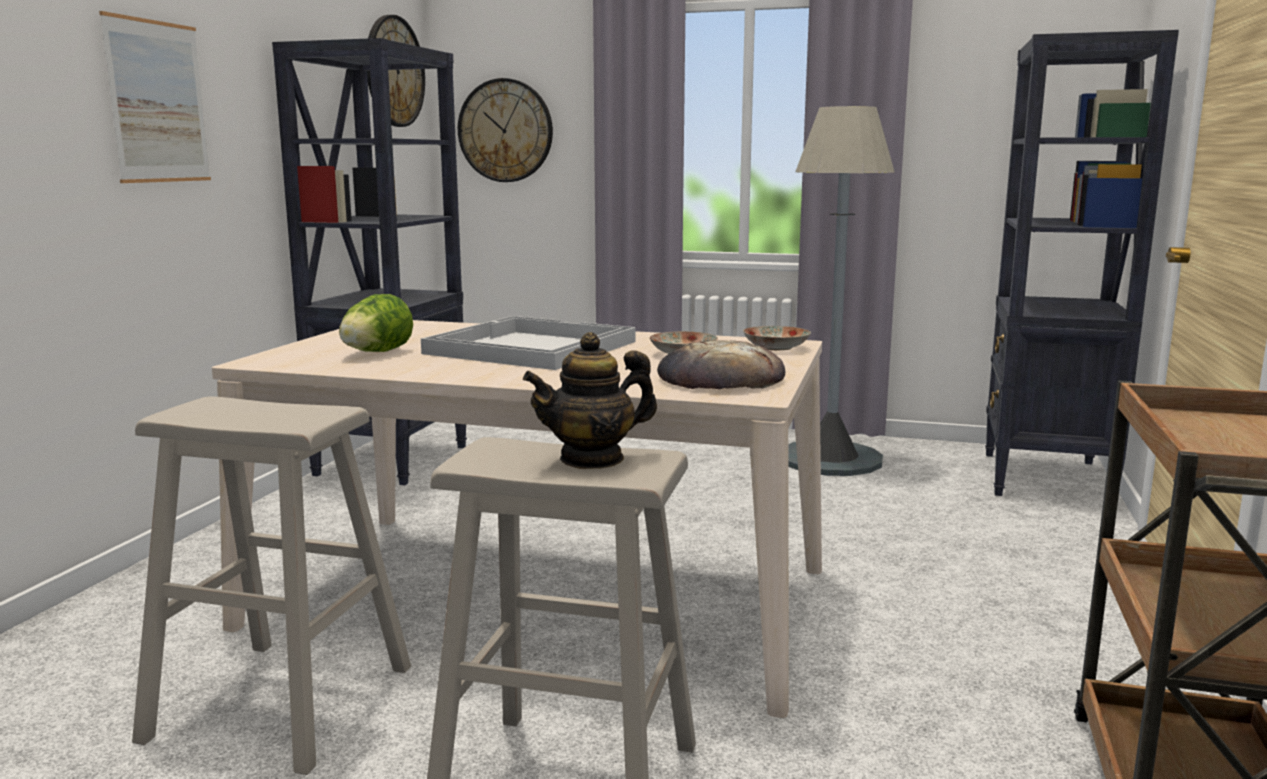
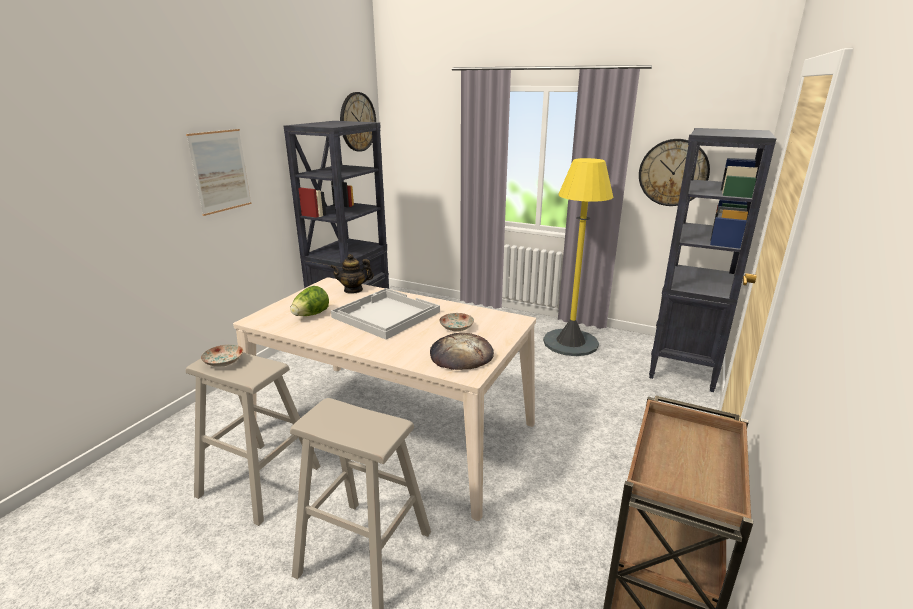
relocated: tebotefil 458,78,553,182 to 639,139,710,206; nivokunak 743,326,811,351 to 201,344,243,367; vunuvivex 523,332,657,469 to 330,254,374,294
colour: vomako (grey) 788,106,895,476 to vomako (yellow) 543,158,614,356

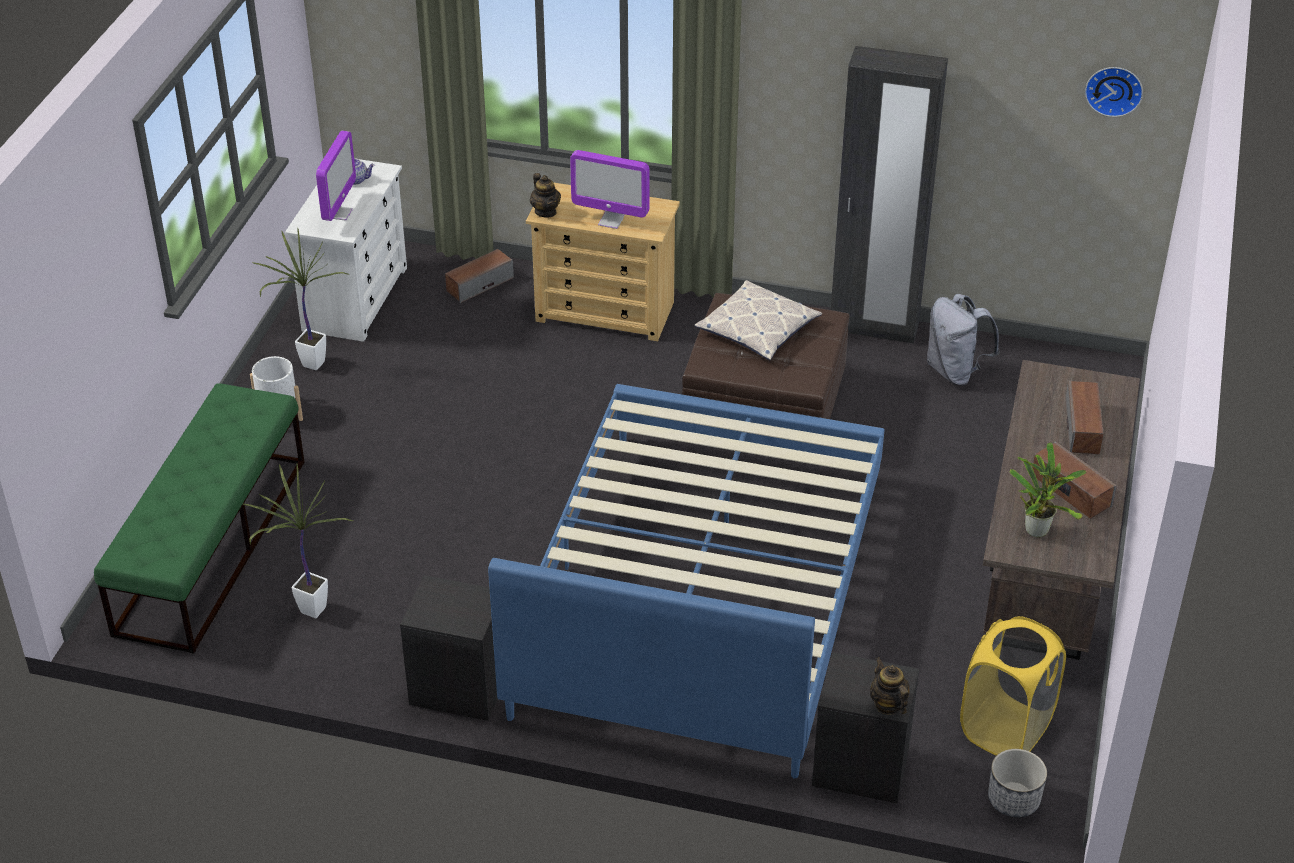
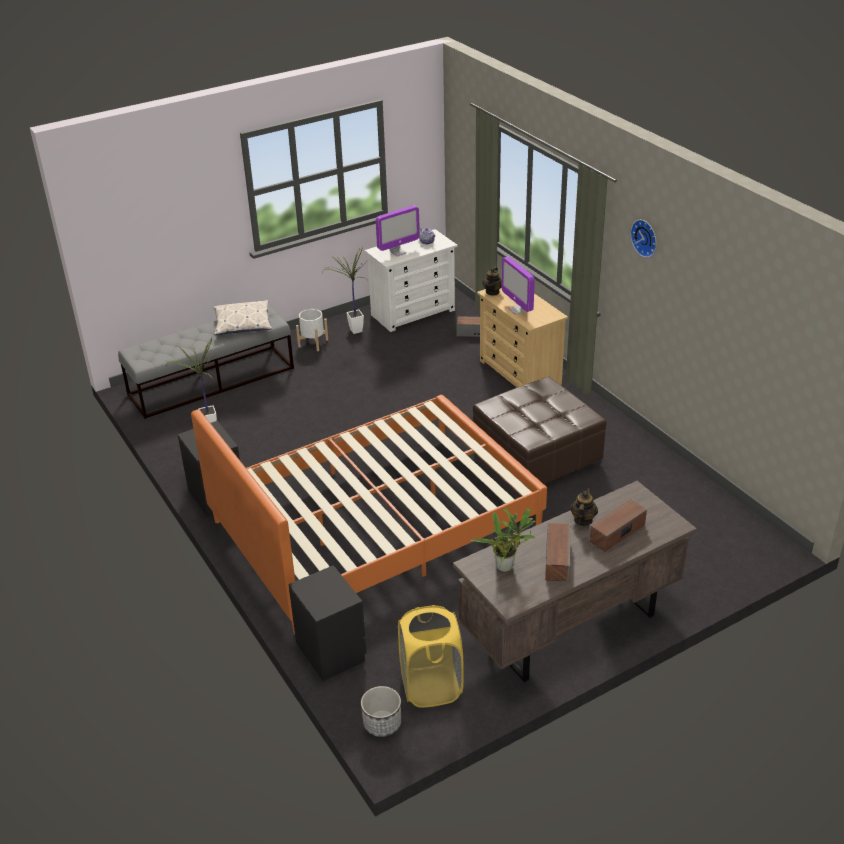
missing: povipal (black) 831,46,948,344; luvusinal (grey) 927,294,1000,386
relocated: tebotefil 1085,67,1143,117 to 630,220,656,257; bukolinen 695,280,822,360 to 213,300,272,335; vunuvivex 870,657,910,715 to 570,488,598,526
colour: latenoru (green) 94,383,305,654 to latenoru (grey) 118,305,294,419; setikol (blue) 488,384,884,778 to setikol (orange) 191,395,547,634

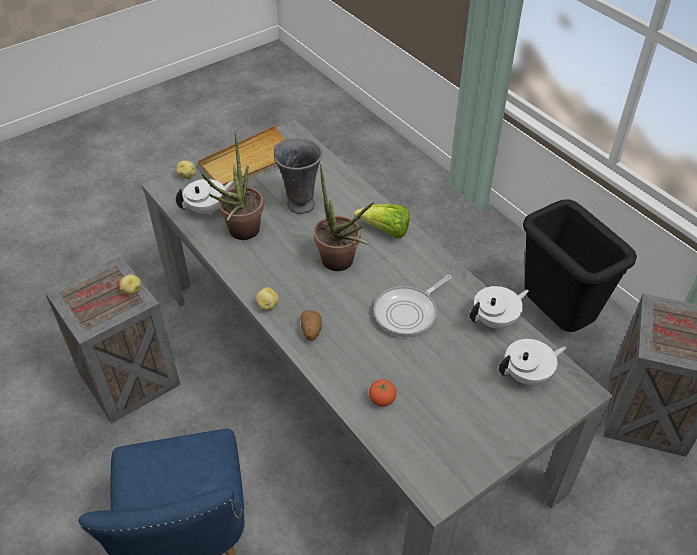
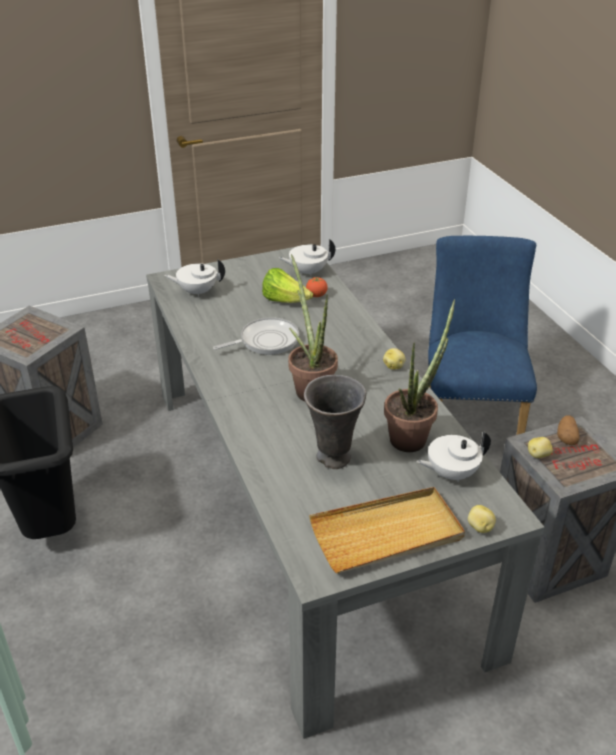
relocated: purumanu 354,204,410,238 to 262,268,313,303; vunuvivex (white) 470,286,529,329 to 279,239,335,277; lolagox 301,310,322,341 to 557,415,579,445

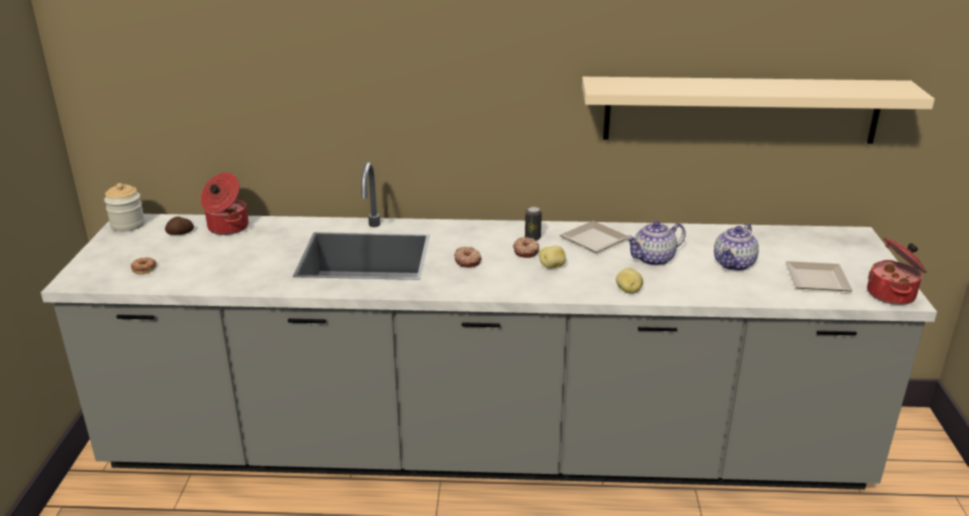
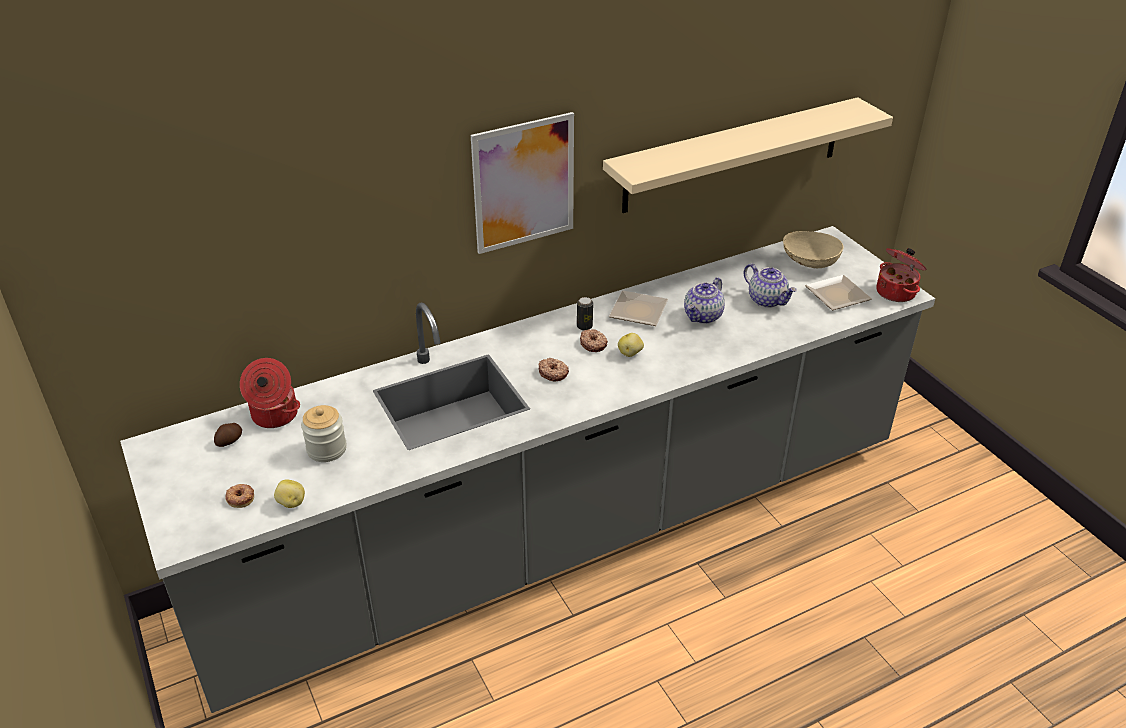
appeared: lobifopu 471,112,574,254; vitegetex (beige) 783,231,843,268
relocated: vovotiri 104,183,145,232 to 301,405,347,462; lolagox 616,268,643,294 to 274,479,305,508
spun: vunuvivex 714,223,759,271 = 744,264,797,308 45 degrees counterclockwise

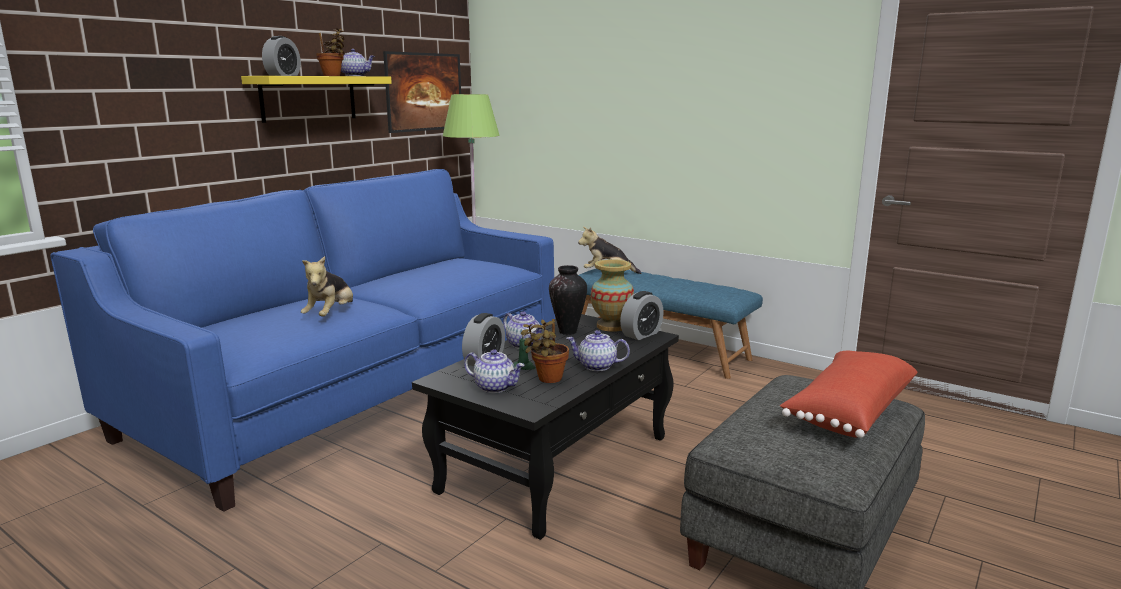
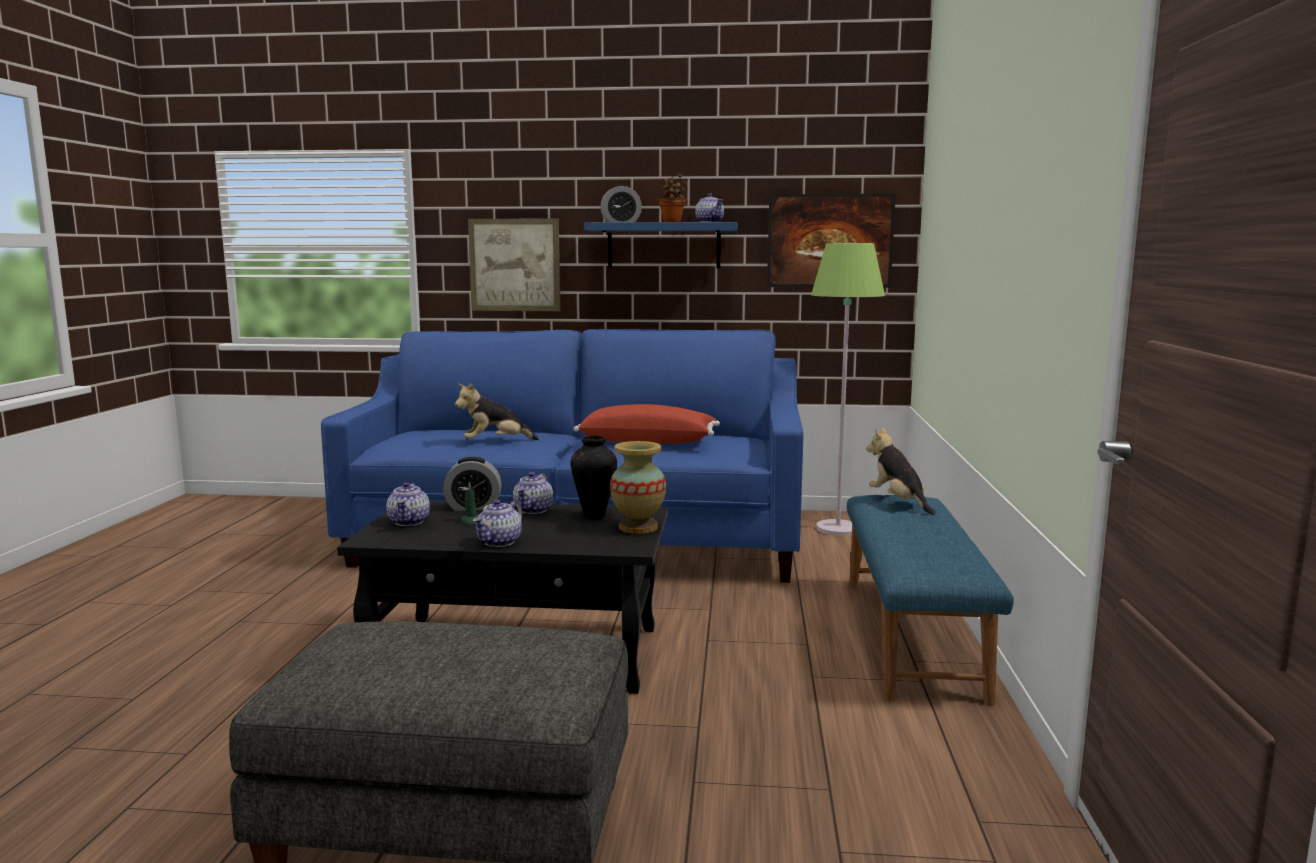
missing: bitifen 620,291,664,340; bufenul 521,319,569,383
appeared: lobifopu 468,219,561,311
relocated: bukolinen (red) 780,351,918,438 to 574,404,720,444
colour: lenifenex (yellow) 241,76,392,123 to lenifenex (blue) 584,222,737,268
spun: vunuvivex 566,330,630,371 = 473,499,522,547 135 degrees counterclockwise

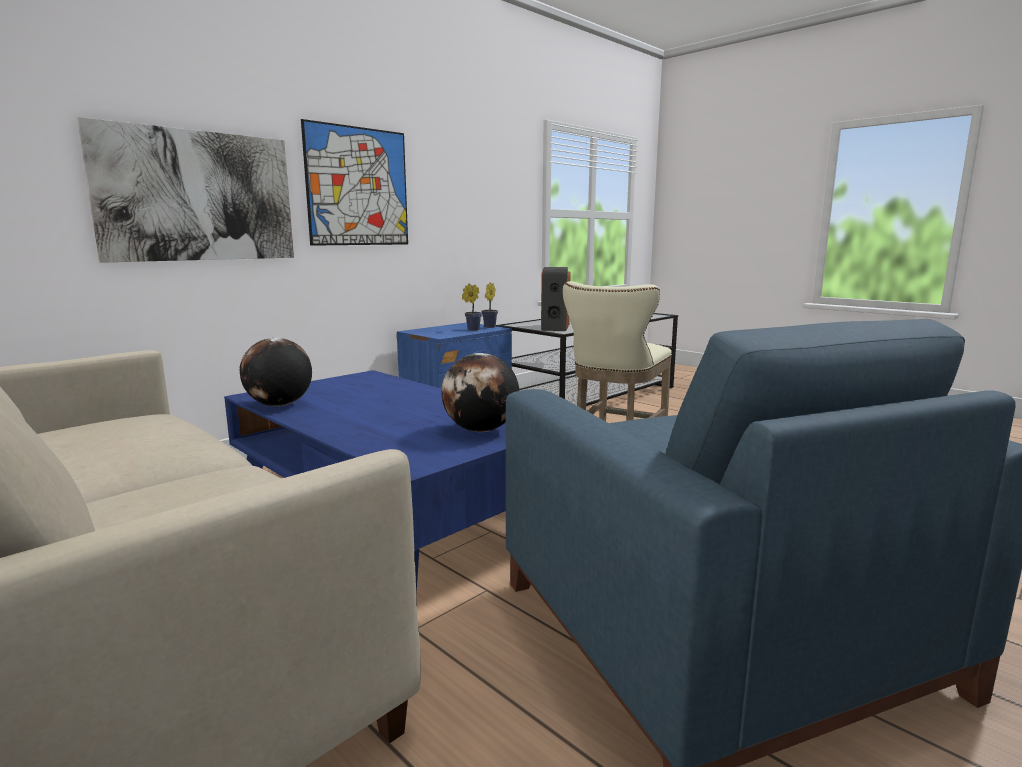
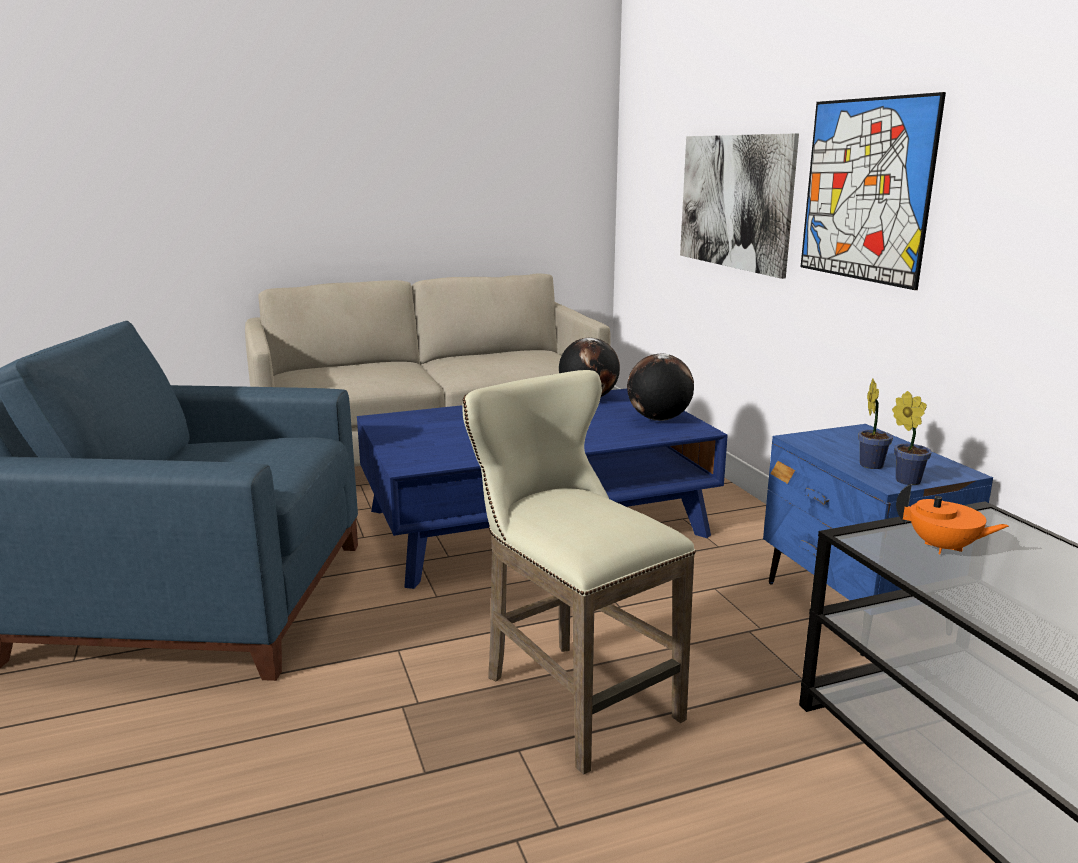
relocated: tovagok 441,353,519,432 to 627,354,694,421
exchanged: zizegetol 541,267,571,331 to vunuvivex (orange) 896,484,1009,554

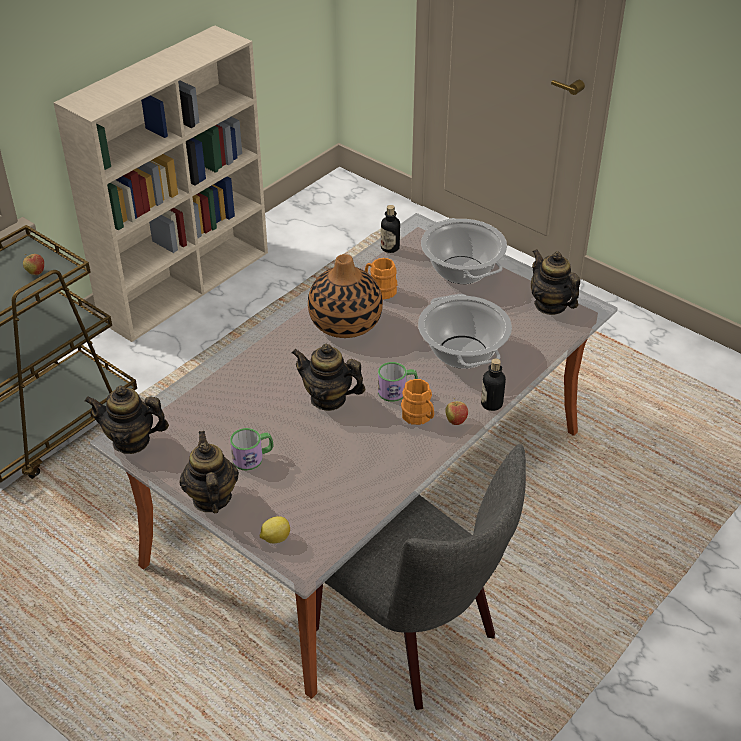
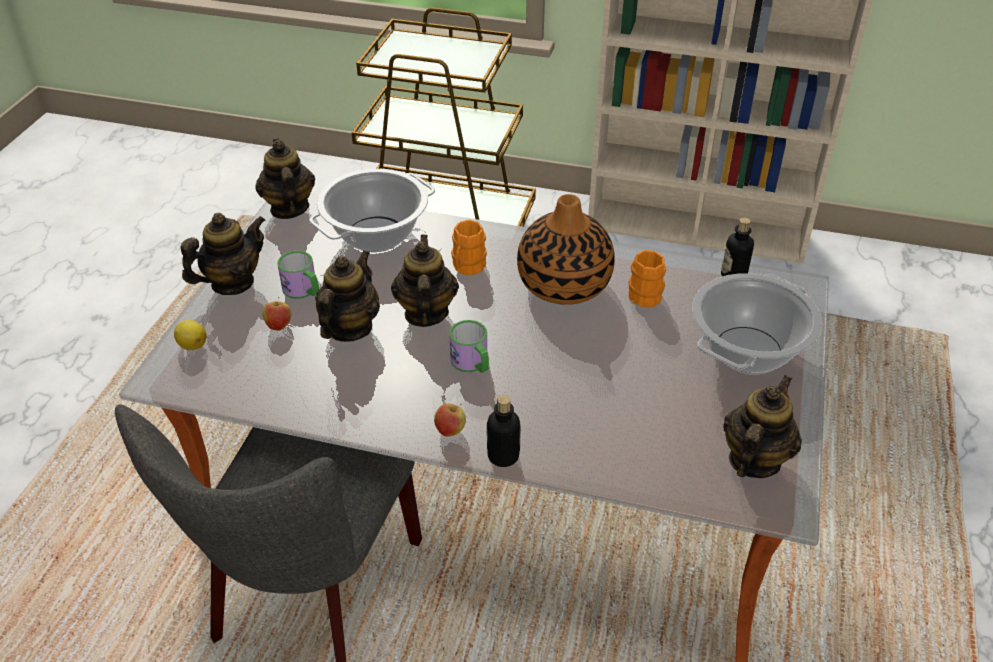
appeared: vunuvivex 315,250,380,342
relocated: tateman 23,254,44,275 to 263,297,291,331; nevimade 418,294,512,369 to 309,169,435,252; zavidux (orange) 401,379,434,425 to 451,220,487,276

